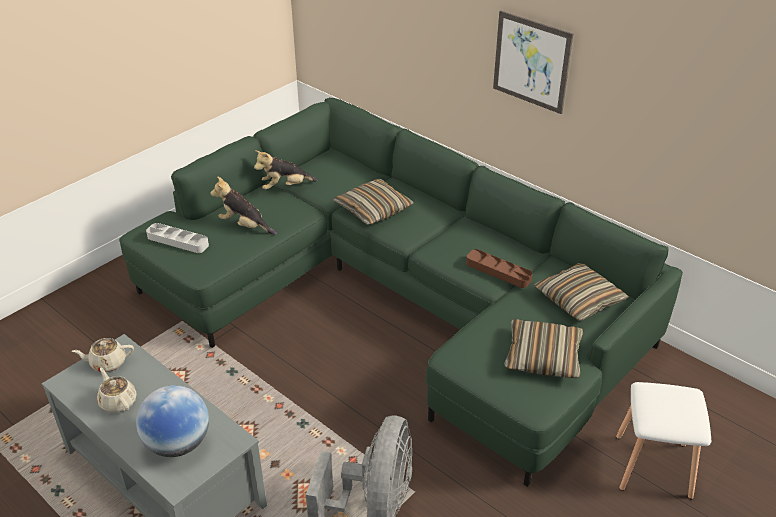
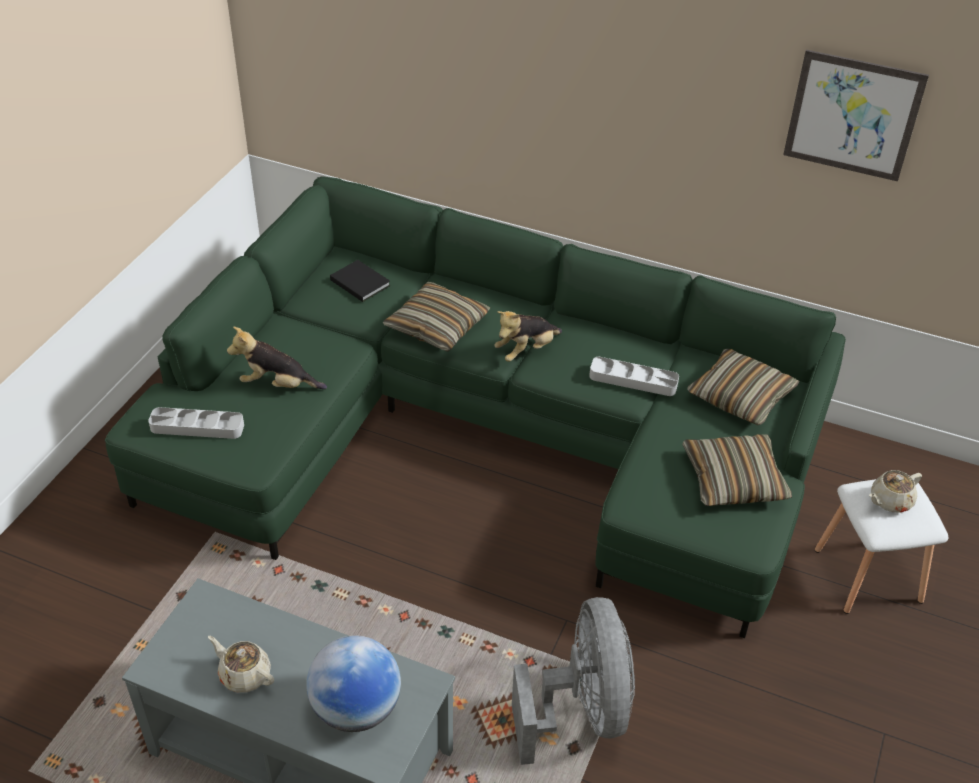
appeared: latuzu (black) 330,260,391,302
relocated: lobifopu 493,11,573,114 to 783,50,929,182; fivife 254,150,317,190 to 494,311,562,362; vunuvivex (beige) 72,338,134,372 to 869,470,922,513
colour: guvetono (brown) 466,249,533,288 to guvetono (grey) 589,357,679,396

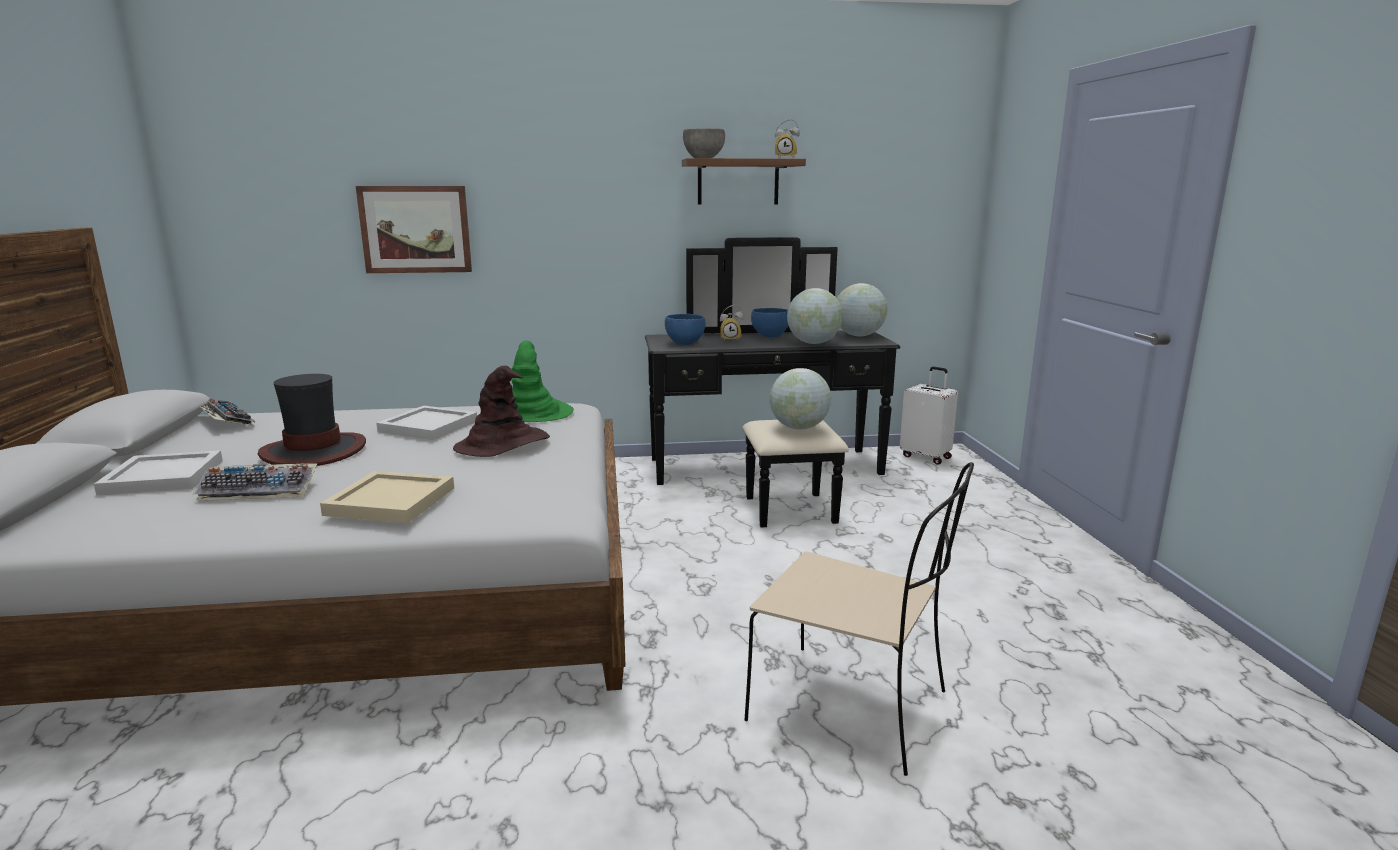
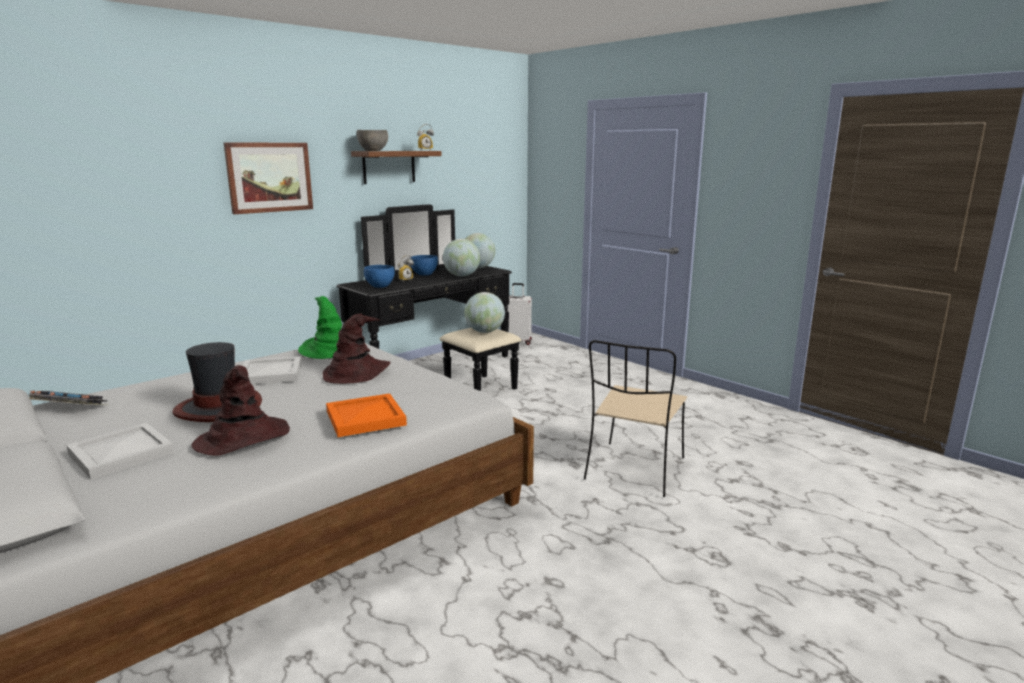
relocated: lobifopu 356,186,472,273 to 223,142,313,214
exchanged: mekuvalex 193,463,317,501 to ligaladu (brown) 191,365,290,456
colour: guvetono (beige) 320,471,454,523 to guvetono (orange) 326,393,407,437
spun: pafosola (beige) 745,462,974,776 = 584,340,687,497 120 degrees clockwise

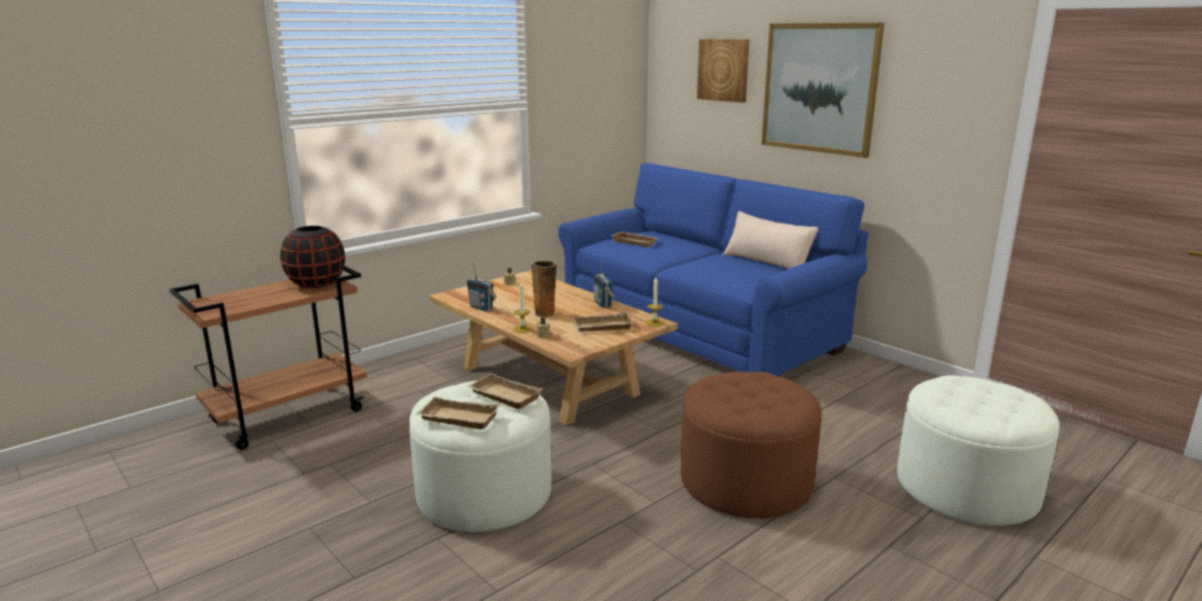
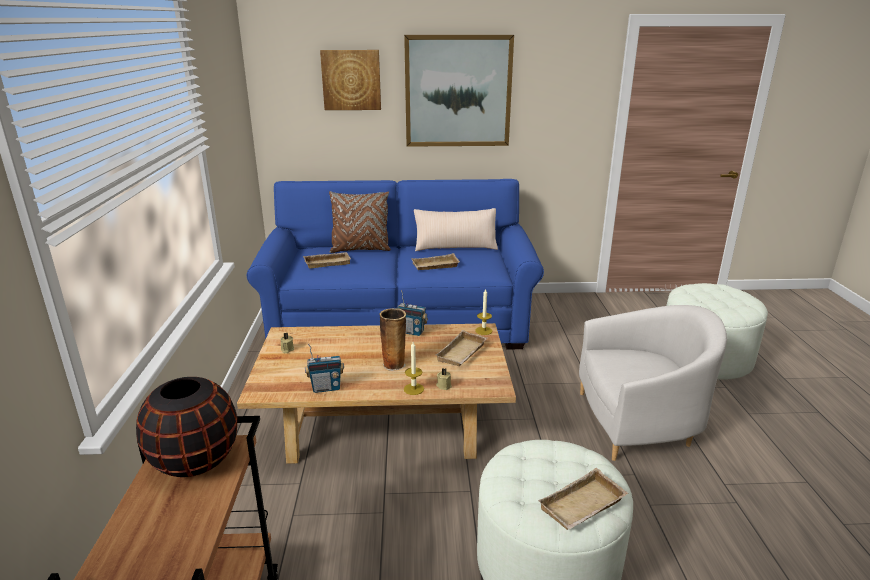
appeared: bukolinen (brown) 329,191,391,253
relocated: guvetono (beige) 466,373,543,409 to 411,253,460,270
exchanged: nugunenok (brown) 681,372,822,518 to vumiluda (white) 579,305,727,461

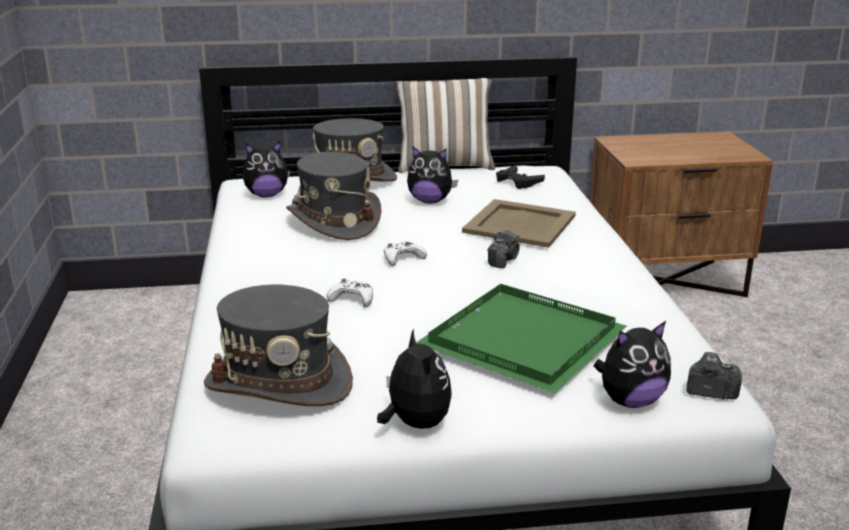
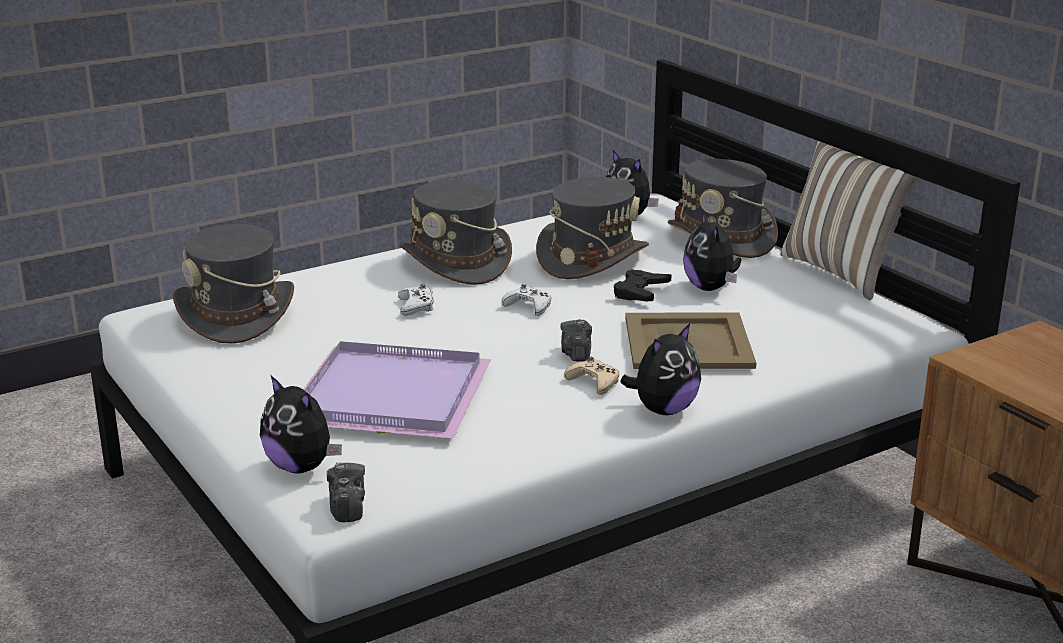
appeared: ligaladu (grey) 400,180,512,285; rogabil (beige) 564,357,619,395
relocated: rogabil (black) 496,165,545,189 to 614,269,672,301; fivife 377,329,452,429 to 620,323,701,415
colour: guvetono (green) 416,284,627,393 to guvetono (purple) 303,341,491,439
spun: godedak 487,229,520,268 = 561,319,592,362 90 degrees clockwise

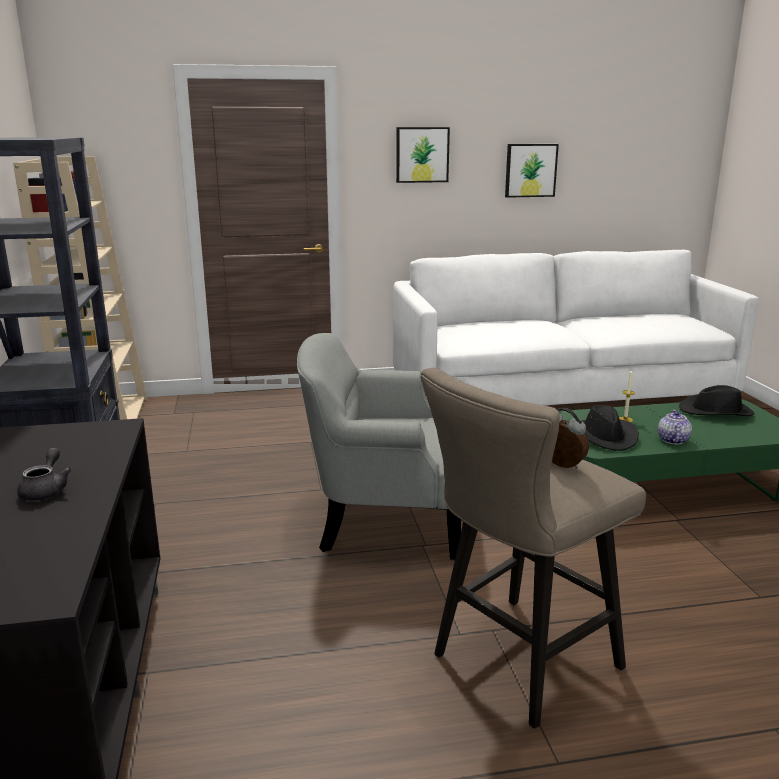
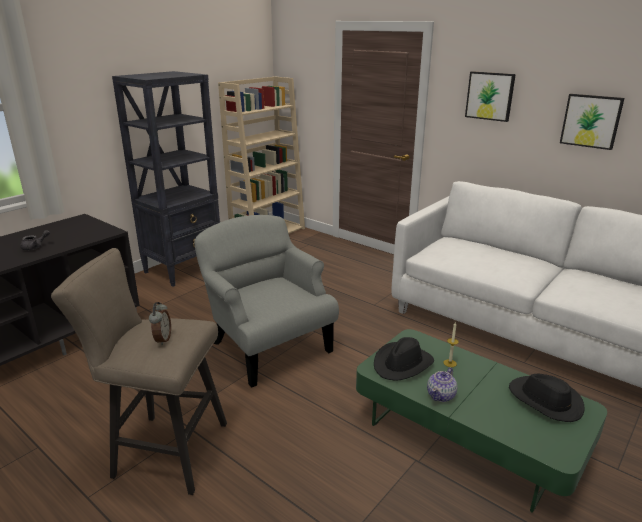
spun: vunuvivex 658,410,692,444 = 427,367,457,402 150 degrees clockwise

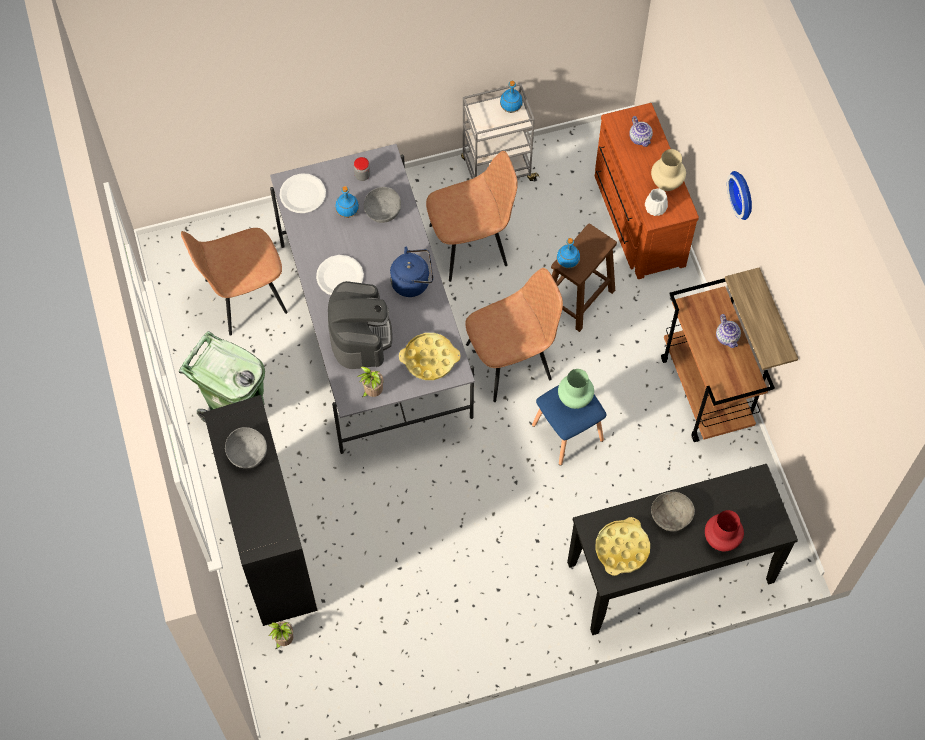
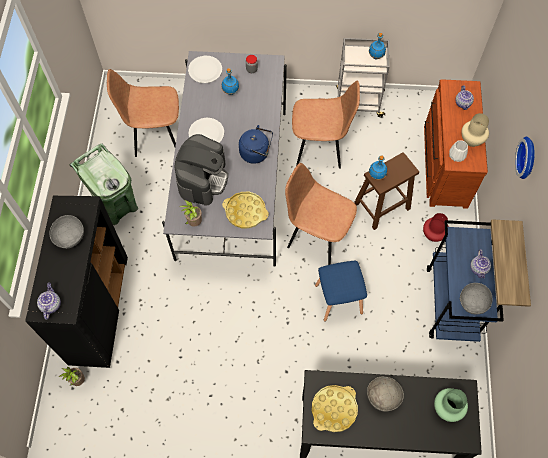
appeared: vunuvivex 37,282,61,320
relocated: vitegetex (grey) 364,187,401,223 to 460,283,492,314; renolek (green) 558,369,594,409 to 434,388,468,422; renolek (red) 705,510,744,551 to 423,213,449,242
colour: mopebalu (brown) 661,278,775,442 to mopebalu (blue) 427,220,504,342
spun: pafosola (brown) 465,268,563,402 = 285,163,357,265 150 degrees counterclockwise

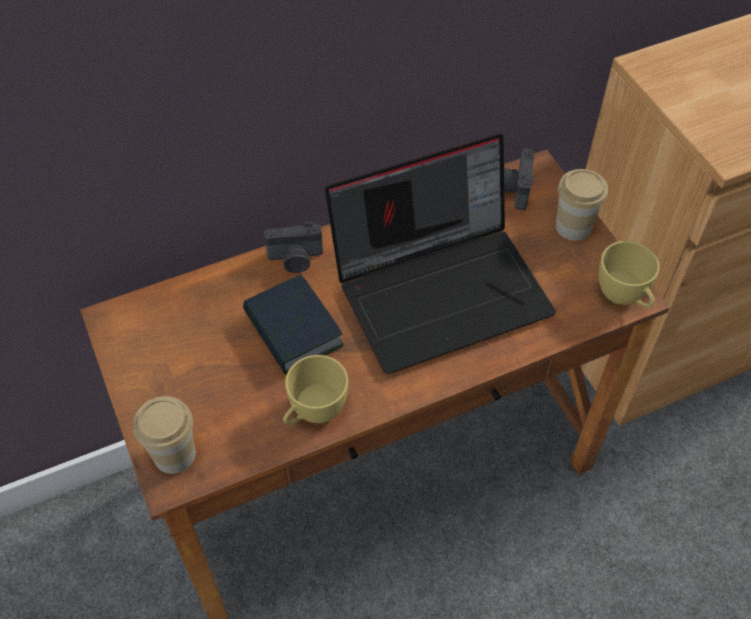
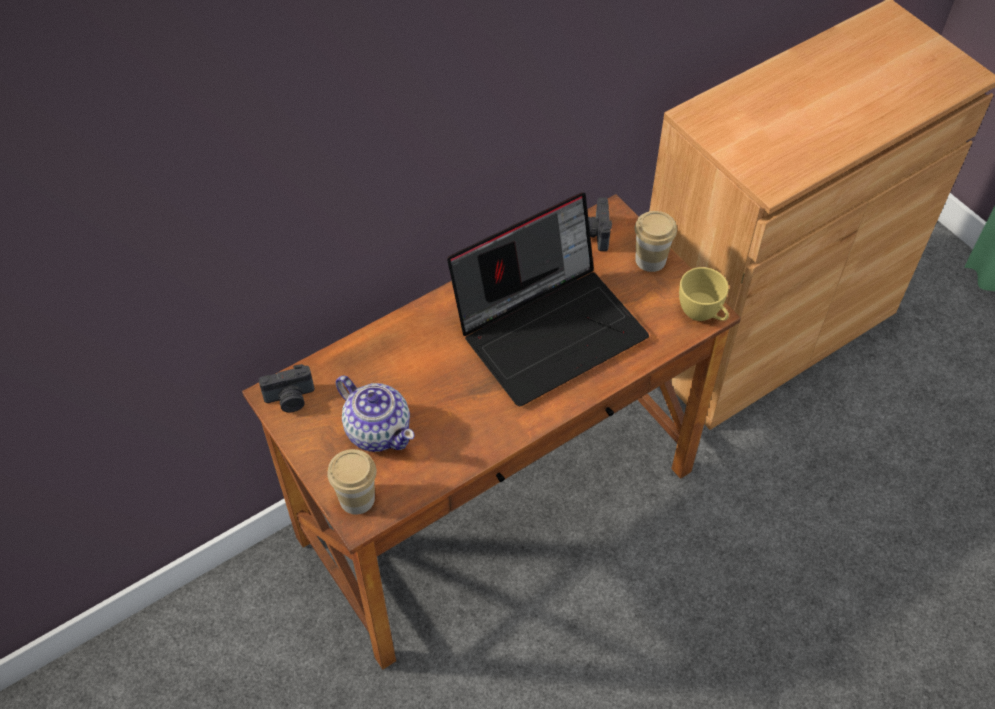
missing: latuzu 243,275,344,375; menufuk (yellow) 283,355,348,425
appeared: vunuvivex 336,376,415,452
relocated: godedak 264,222,323,273 to 258,364,315,412

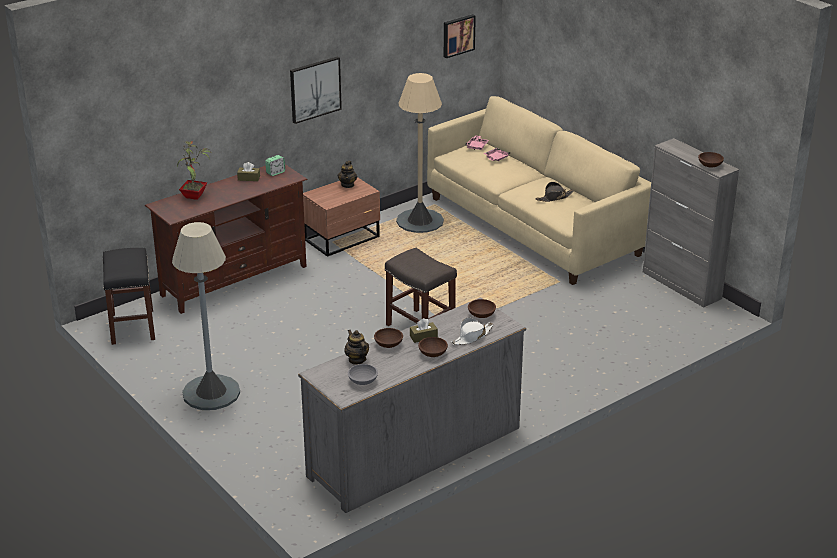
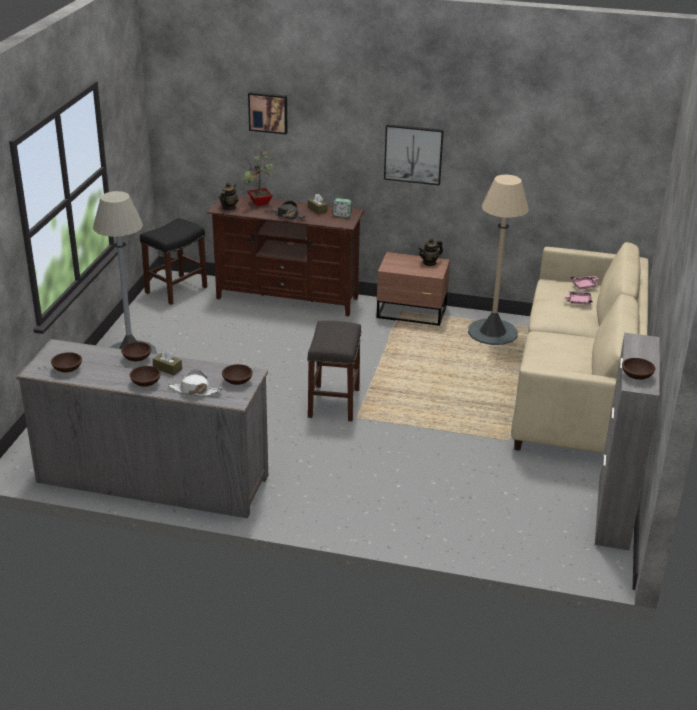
relocated: lobifopu 444,14,476,58 to 248,92,288,134; ligaladu (black) 535,182,574,202 to 269,200,307,220; vunuvivex 344,330,369,365 to 219,182,239,210
colour: vitegetex (grey) 348,364,378,385 to vitegetex (brown) 51,352,82,372

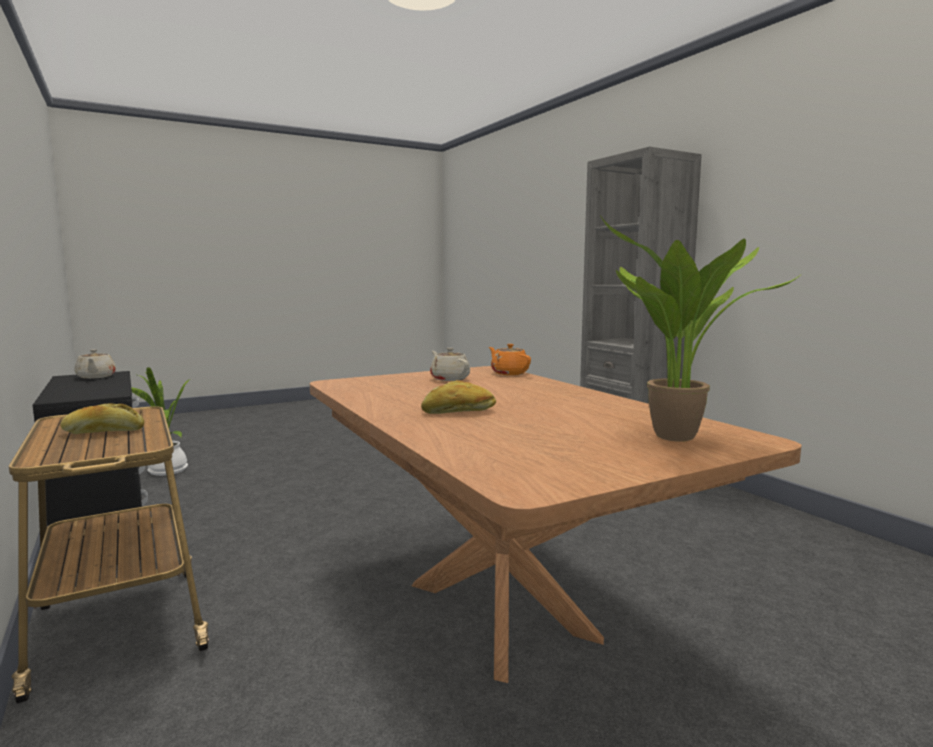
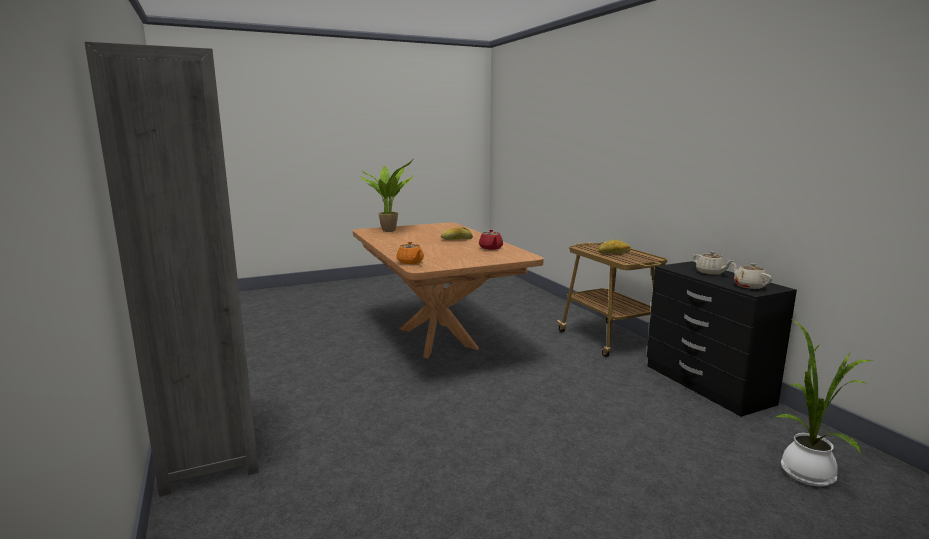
appeared: vunuvivex (red) 479,229,503,250
relocated: vunuvivex (beige) 430,348,470,381 to 693,251,733,275

